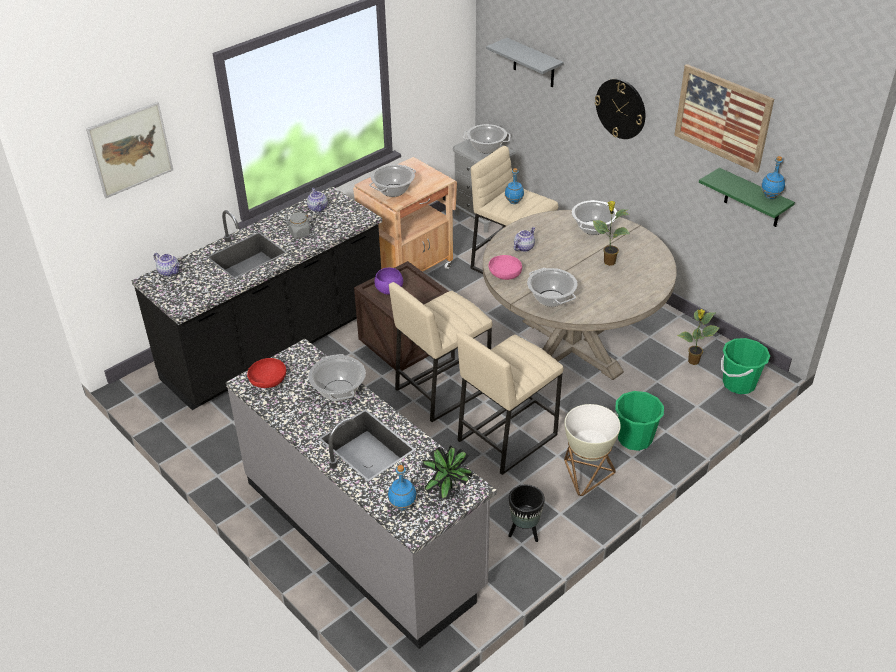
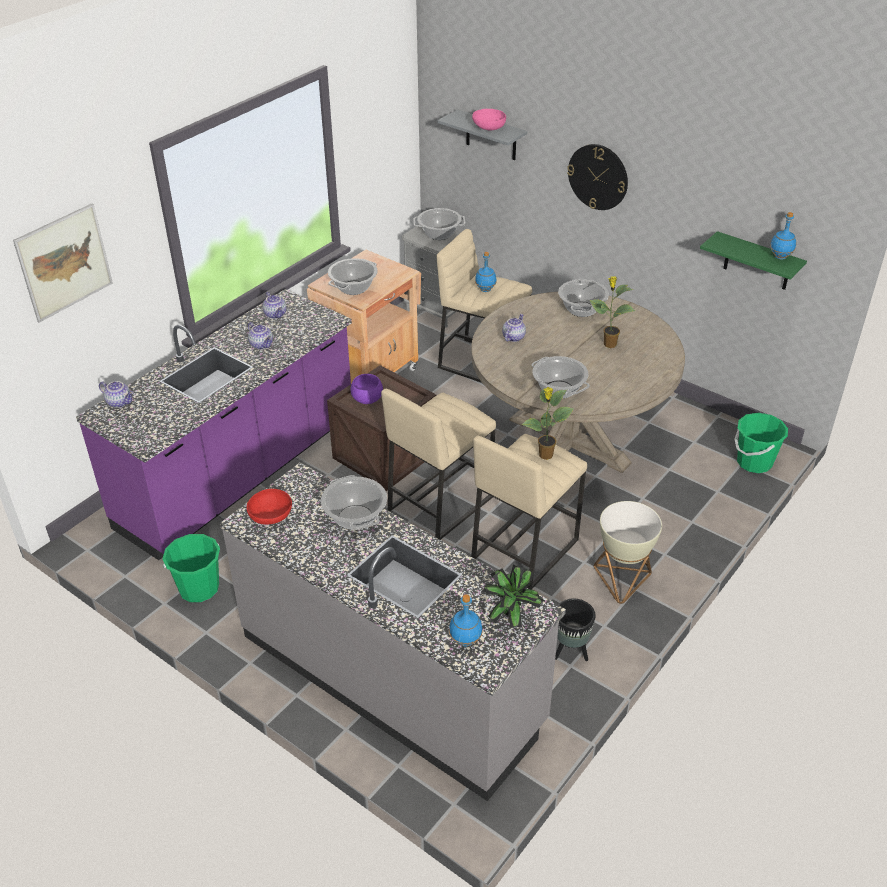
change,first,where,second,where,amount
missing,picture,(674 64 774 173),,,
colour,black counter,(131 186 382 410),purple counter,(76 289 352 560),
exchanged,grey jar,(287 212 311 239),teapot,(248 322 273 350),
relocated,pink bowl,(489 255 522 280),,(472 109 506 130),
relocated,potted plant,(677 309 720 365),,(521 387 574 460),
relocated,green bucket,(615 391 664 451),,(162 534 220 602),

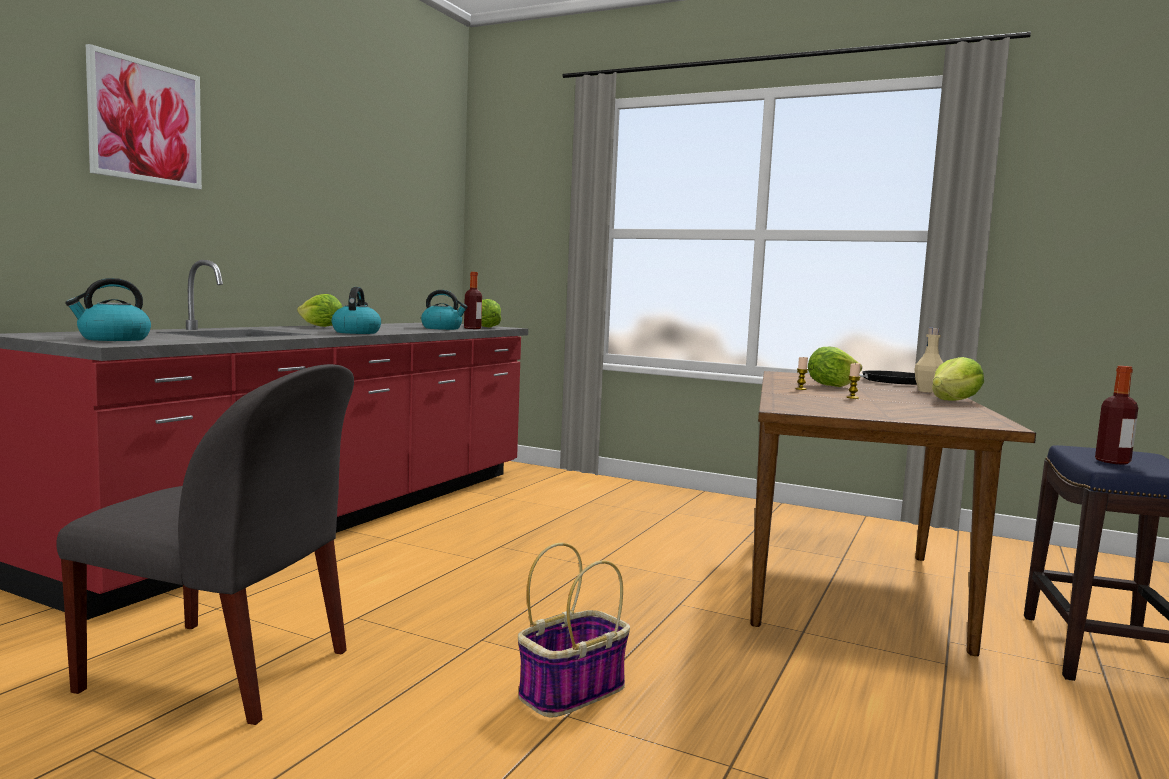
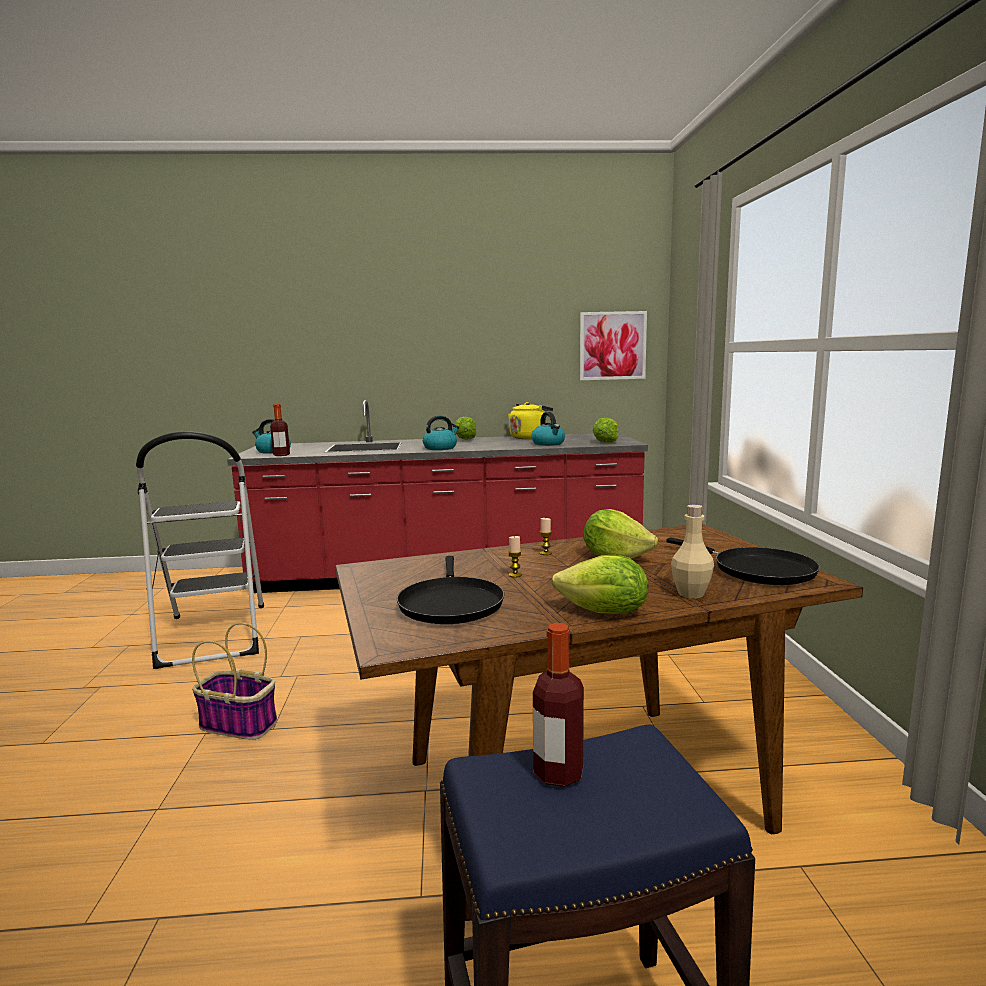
change,first,where,second,where,amount
relocated,picture,(86 44 202 189),,(580 311 647 380),
relocated,bottle,(464 272 482 329),,(270 404 290 456),
exchanged,grey chair,(56 364 354 725),step ladder,(136 431 264 669),
appeared,,,yellow kettle,(508 402 553 439),
appeared,,,black frying pan,(397 556 504 624),

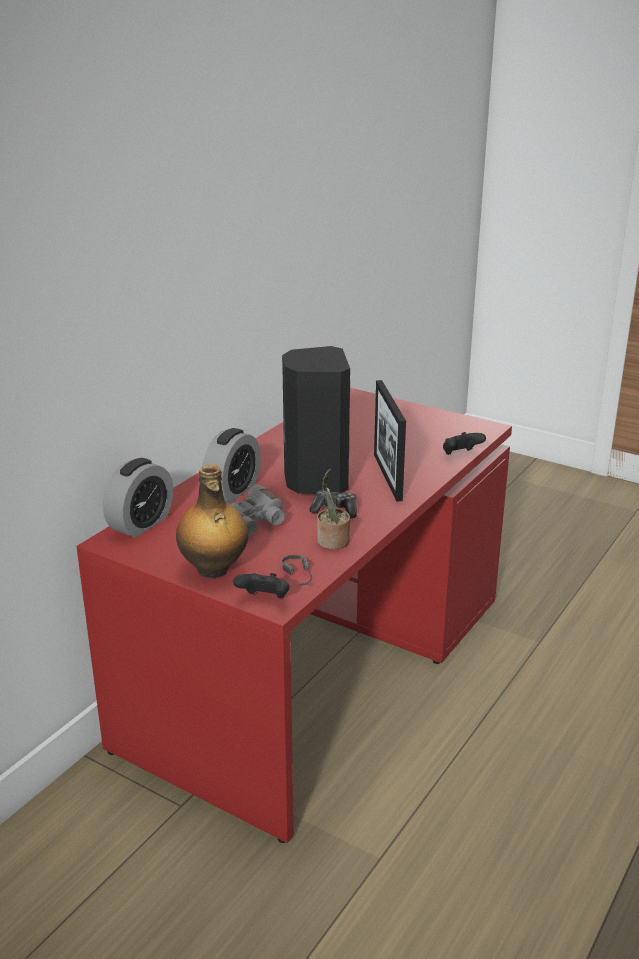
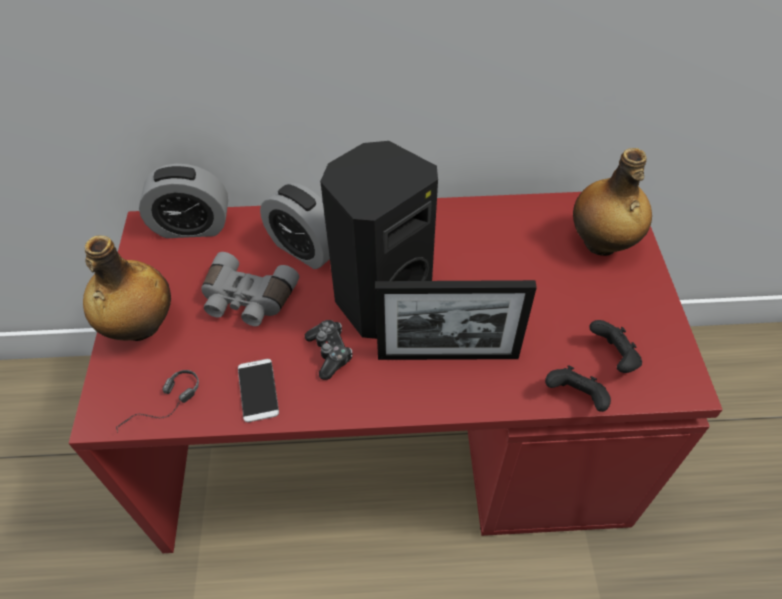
change,first,where,second,where,amount
spun,picture frame,(374 380 406 501),,(375 280 537 360),135 degrees counterclockwise
spun,alarm clock,(202 428 261 503),,(260 183 330 269),45 degrees clockwise
exchanged,potted plant,(317 469 350 549),phone,(238 359 279 422),
relocated,black game controller,(233 573 289 598),,(589 320 642 373),
appeared,,,bottle,(573 148 652 256),

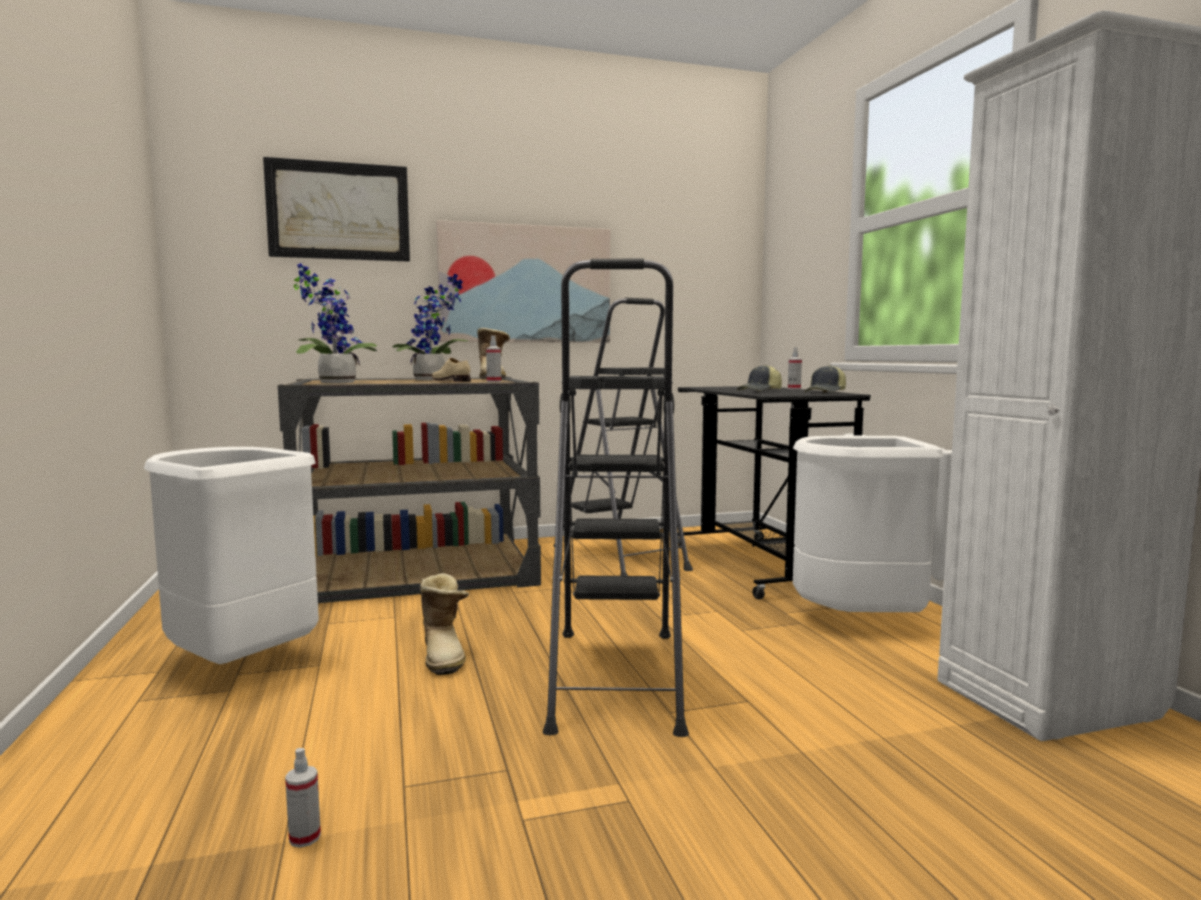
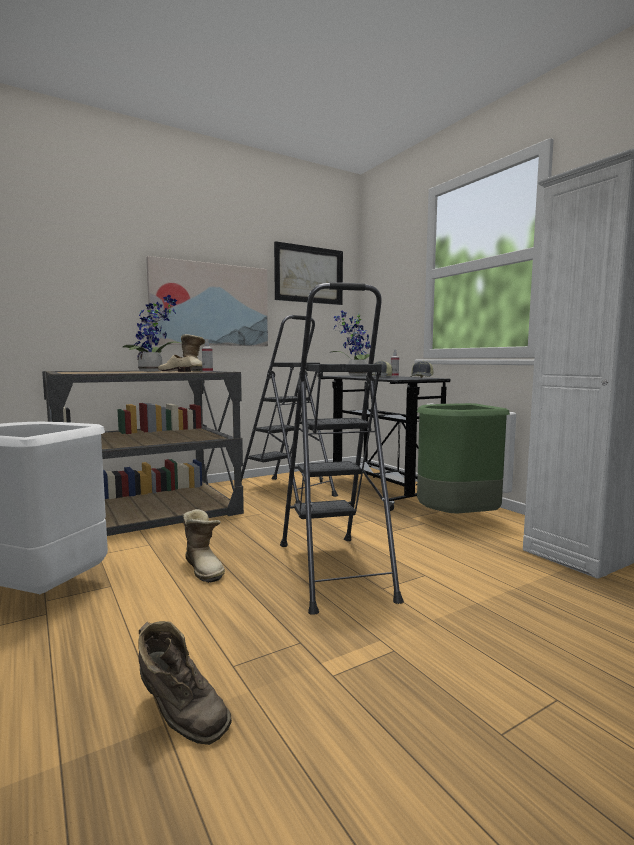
change,first,where,second,where,amount
relocated,picture,(263 157 410 262),,(274 241 343 305),
relocated,potted plant,(294 263 377 384),,(331 310 376 376),
colour,white trash can,(793 436 944 612),green trash can,(417 403 510 514),
exchanged,spray bottle,(285 748 321 848),brown boot,(138 621 232 745),

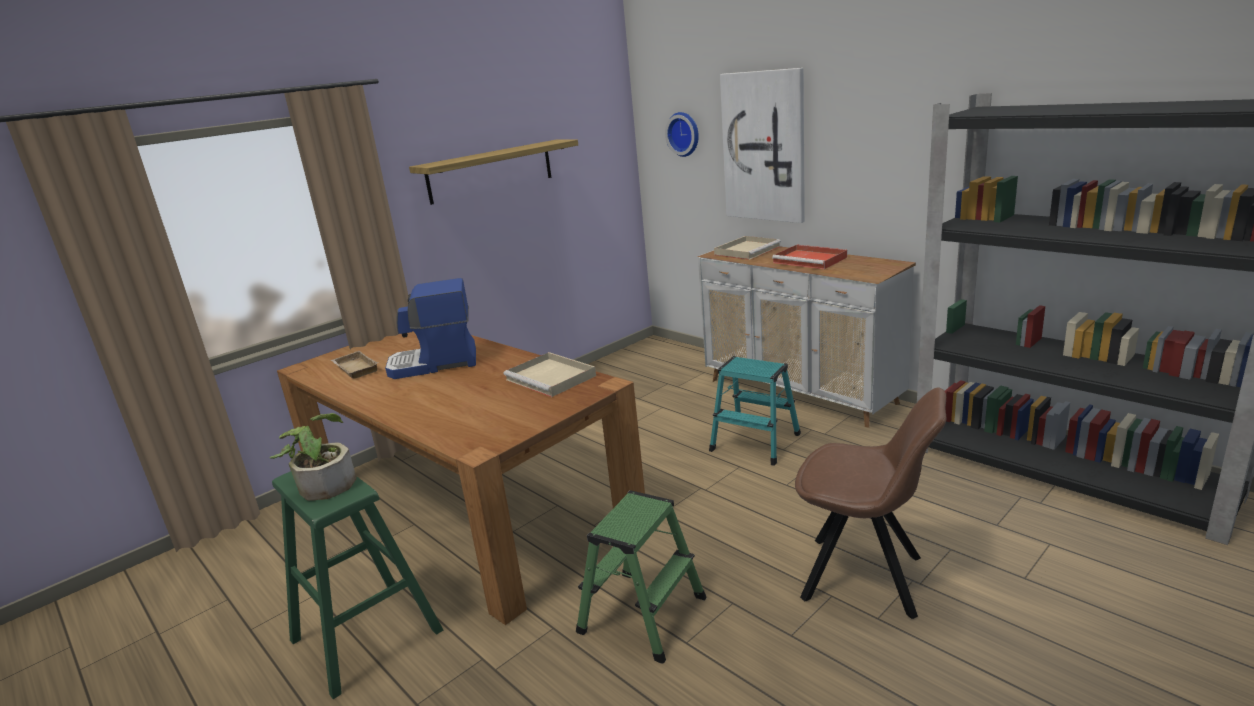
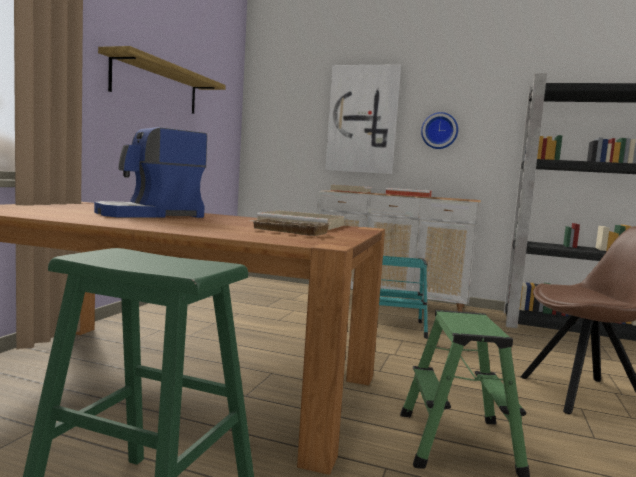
change,first,where,second,where,amount
relocated,wall clock,(665 112 699 157),,(421 112 458 149),
relocated,beige tray,(331 351 379 379),,(250 218 332 236),
missing,potted plant,(269 413 357 501),,,

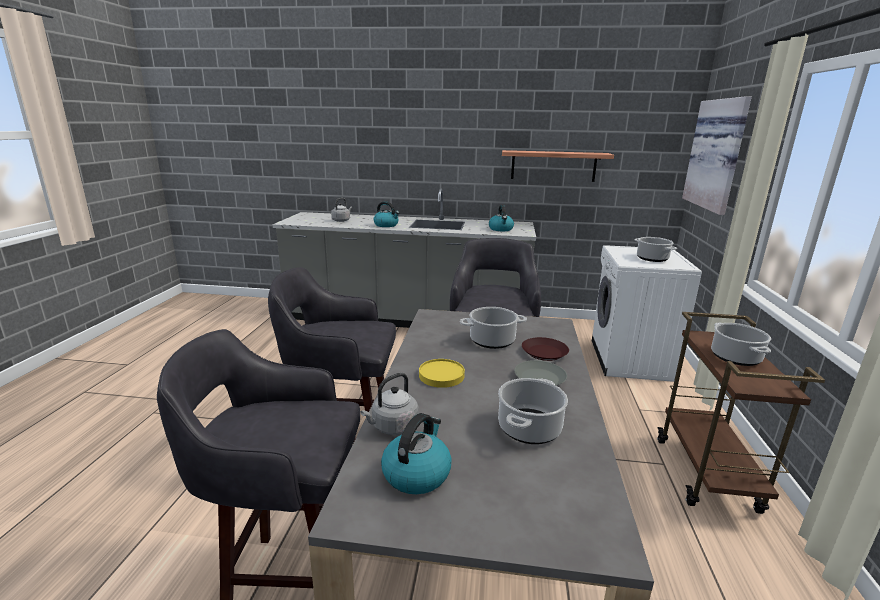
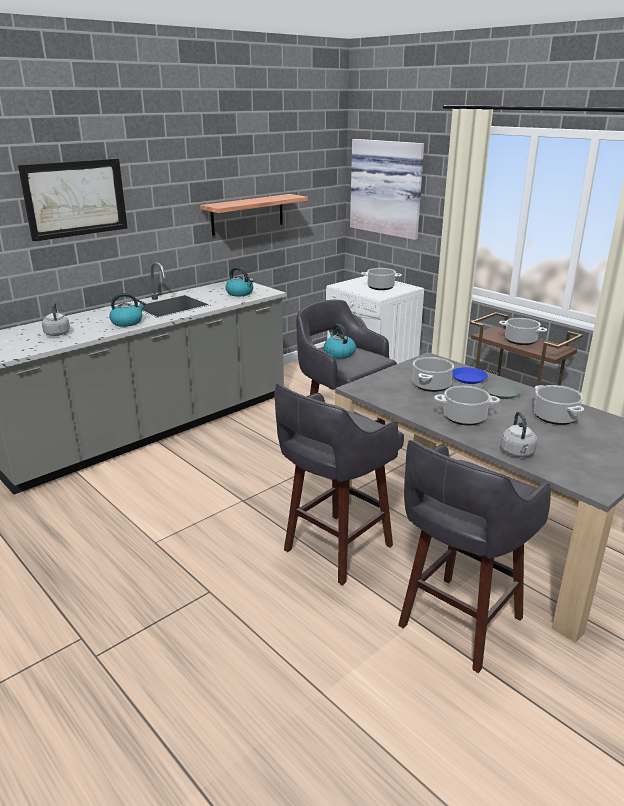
change,first,where,second,where,amount
colour,brown plate,(522 337 569 361),blue plate,(452 367 488 384),
exchanged,yellow plate,(419 359 465 388),cooking pot,(434 386 500 425),
relocated,kettle,(381 413 452 494),,(324 324 356 359),
appeared,,,picture,(18 158 127 242),

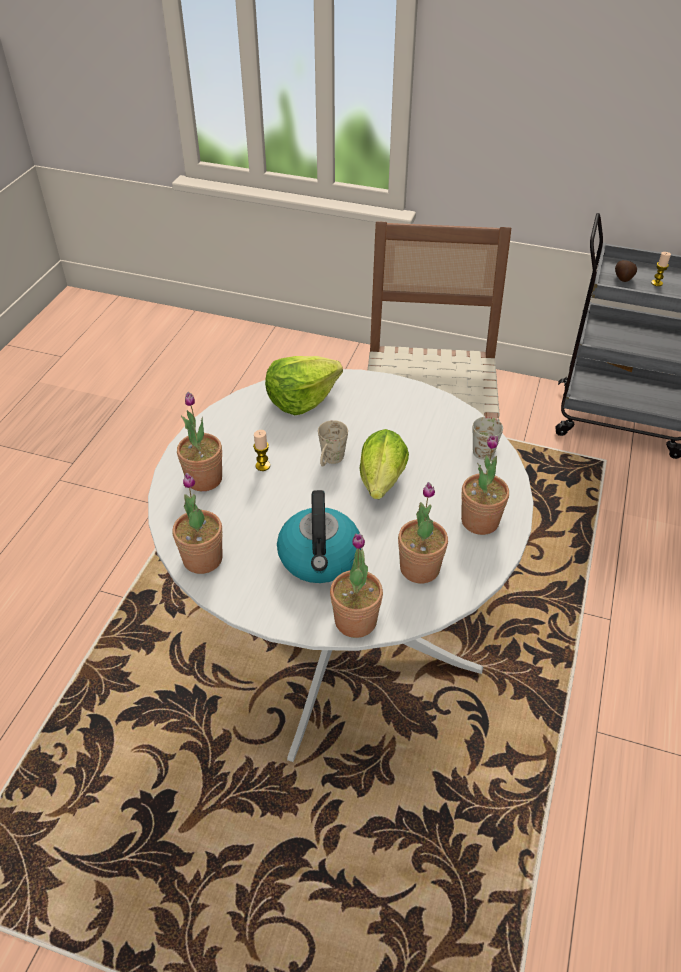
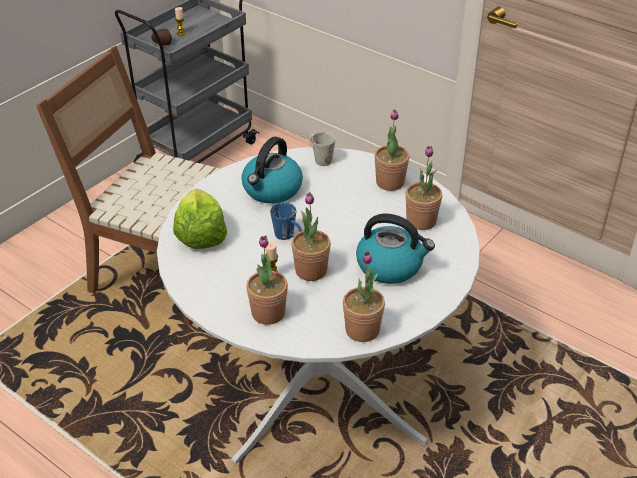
change,first,where,second,where,amount
colour,beige mug,(318 420 348 467),blue mug,(270 202 302 240),
missing,lettuce,(360 429 409 499),,,
relocated,potted plant,(330 533 383 638),,(291 192 331 281),
appeared,,,kettle,(241 137 303 204),

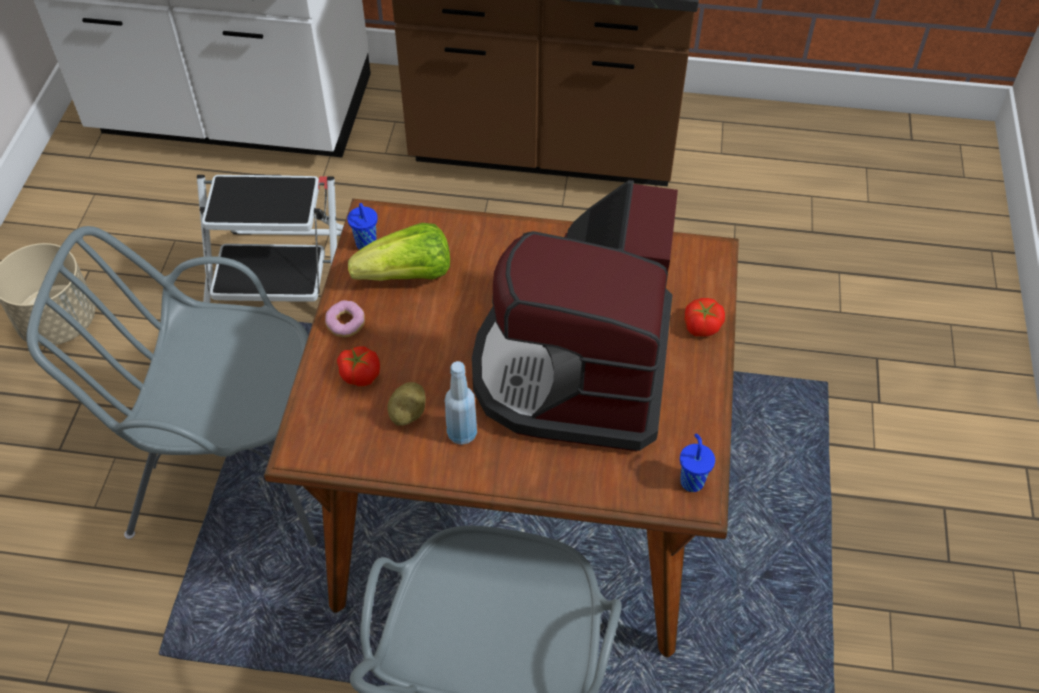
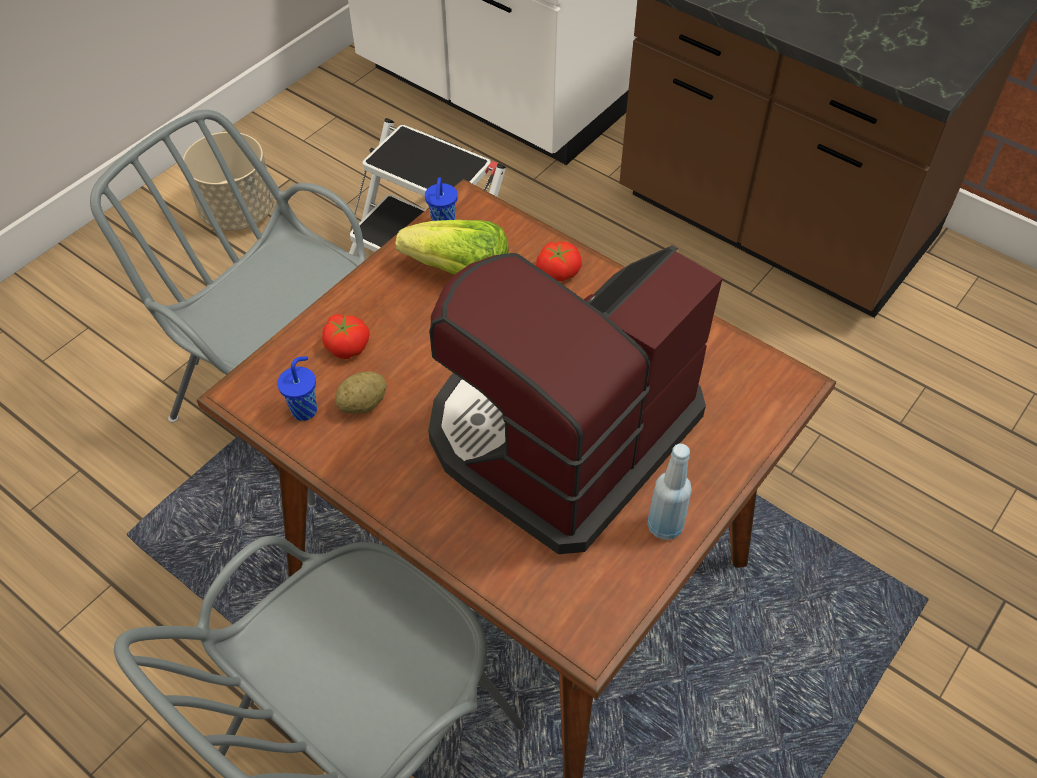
change,first,where,second,where,amount
relocated,tomato,(685 298 725 337),,(536 242 582 281),
missing,donut,(325 300 365 338),,,
relocated,blue bottle,(445 361 477 445),,(647 444 692 540),
relocated,blue cup,(680 433 715 492),,(277 356 317 421),

